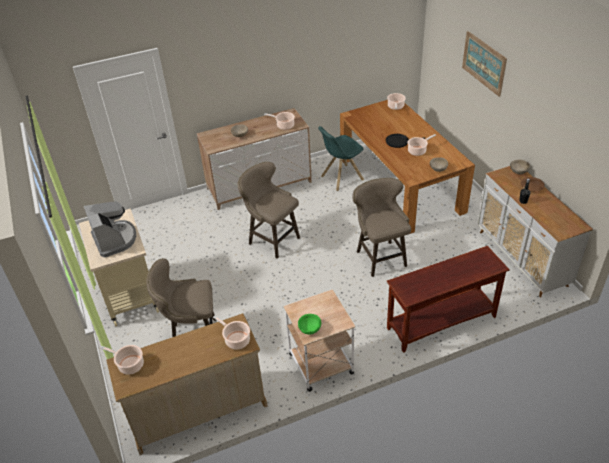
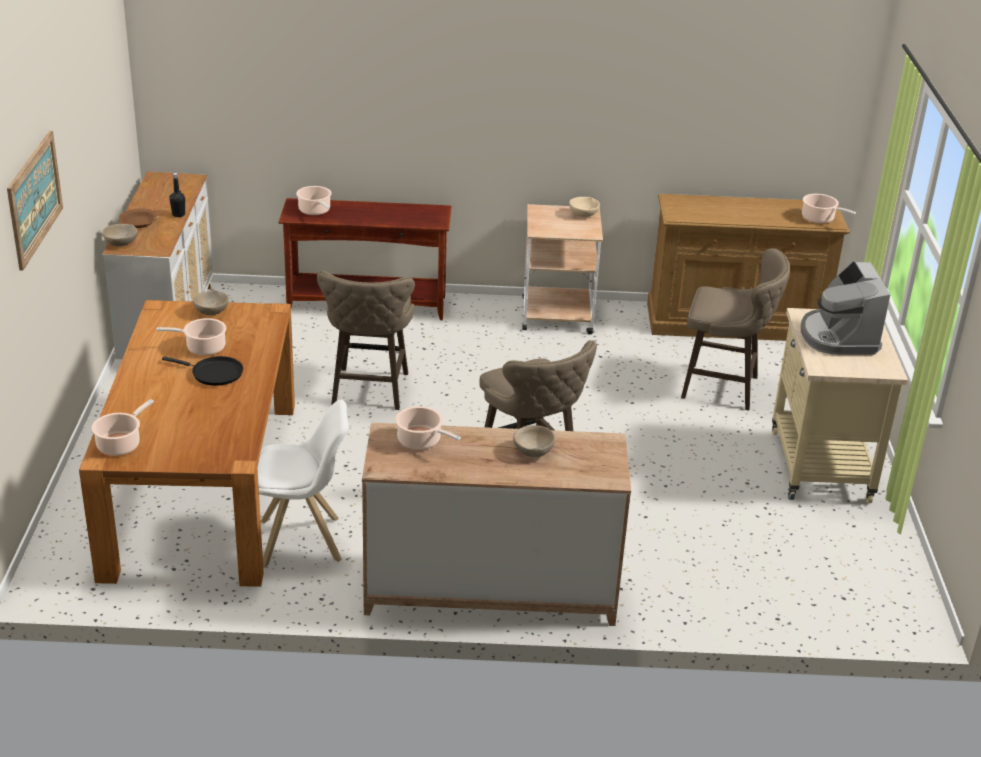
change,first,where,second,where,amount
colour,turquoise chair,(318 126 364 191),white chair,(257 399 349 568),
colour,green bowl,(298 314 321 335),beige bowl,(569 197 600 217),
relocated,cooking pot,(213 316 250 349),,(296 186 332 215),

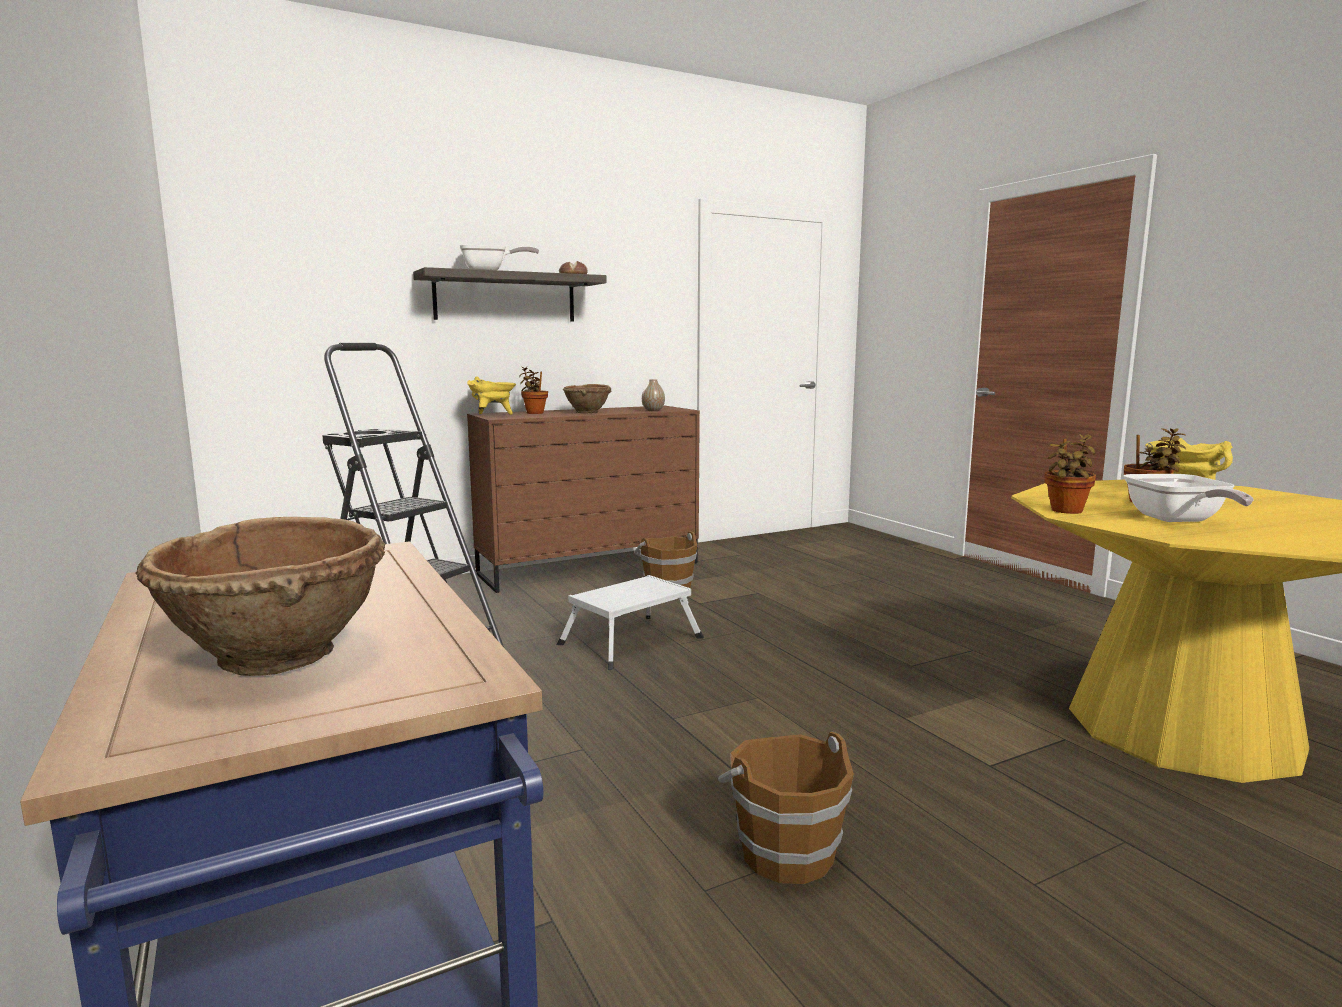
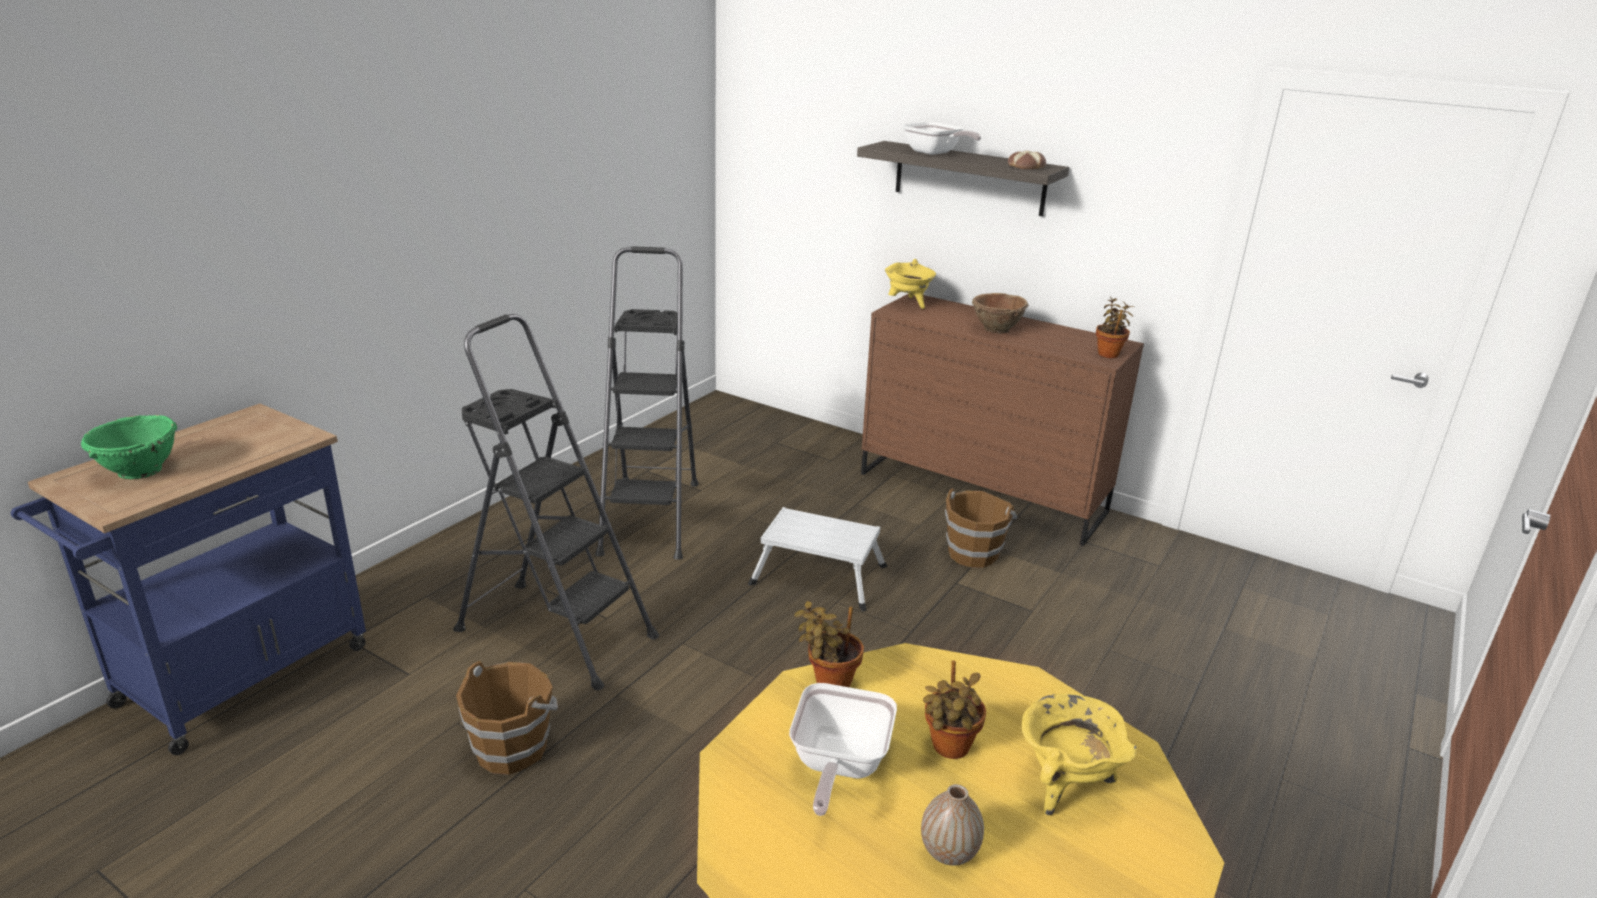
change,first,where,second,where,amount
relocated,potted plant,(519 367 548 414),,(1096 297 1134 358),
relocated,vase,(642 379 665 411),,(921 784 984 866),
spun,frying pan,(1124 474 1254 522),,(789 683 897 816),45 degrees counterclockwise
colour,brown bowl,(135 517 385 676),green bowl,(81 415 178 479),
appeared,,,step ladder,(453 314 659 690),

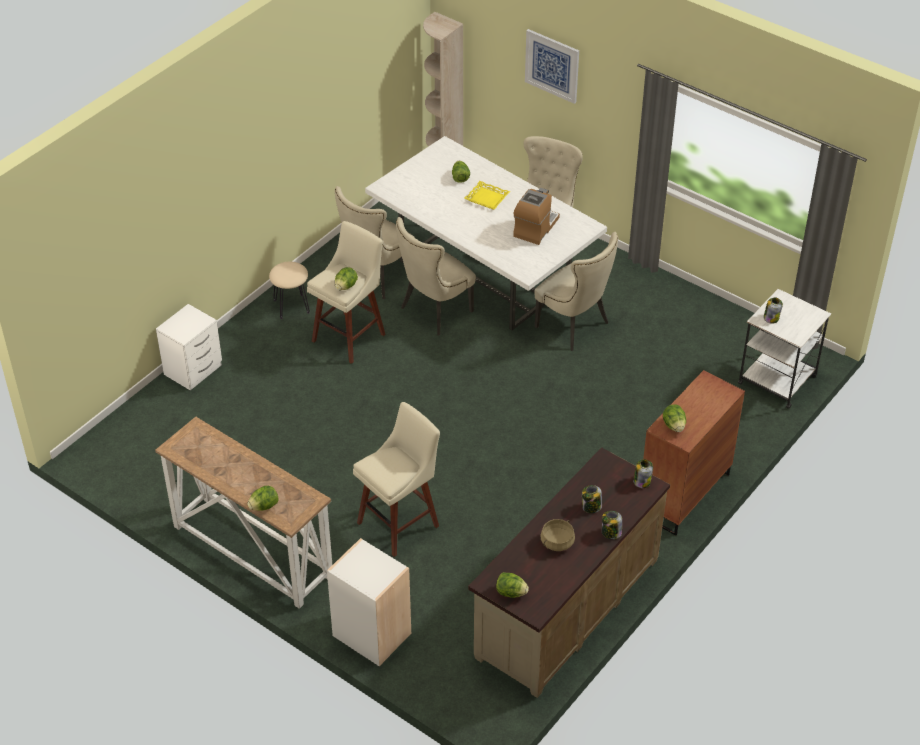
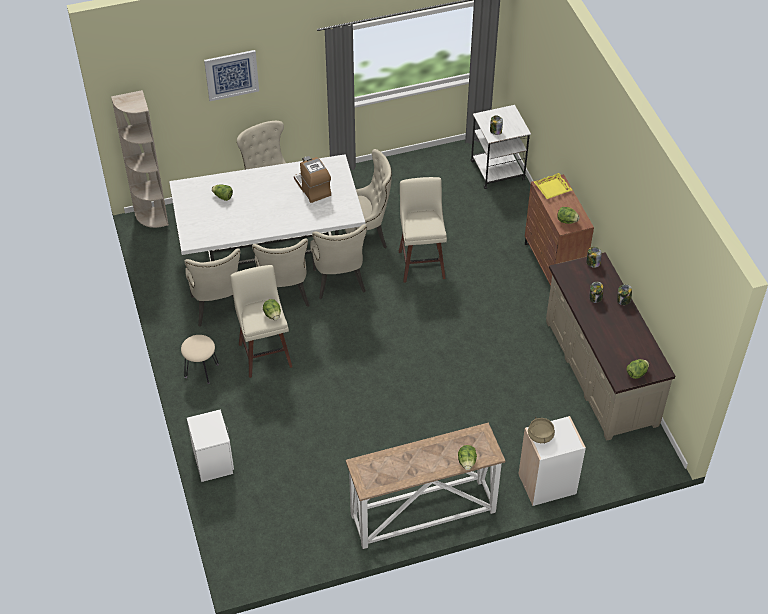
change,first,where,second,where,amount
relocated,yellow tray,(464 181 510 209),,(534 173 572 199),
relocated,beige stool,(353 402 440 557),,(399 177 447 282),
relocated,beige cooking pot,(540 519 575 551),,(528 417 555 444),
appeared,,,beige chair,(310 224 367 299),

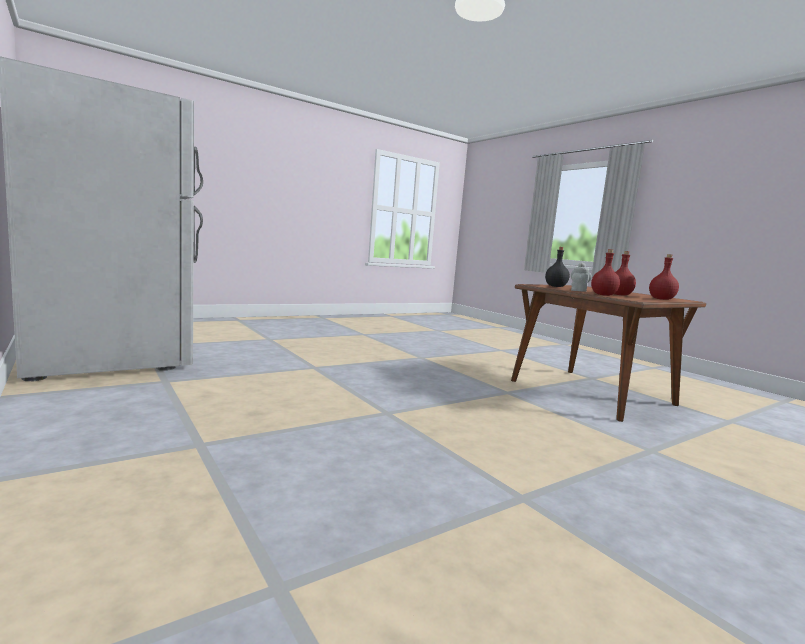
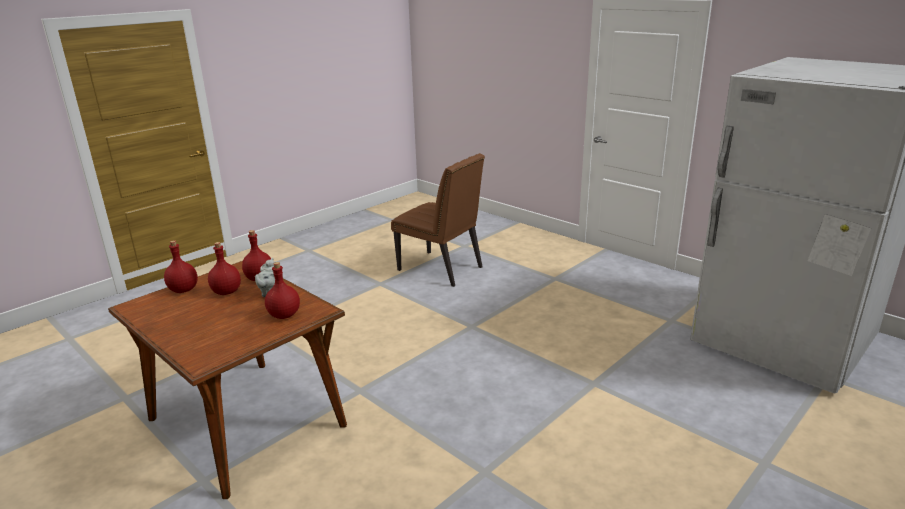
change,first,where,second,where,amount
colour,black bottle,(545 247 569 287),red bottle,(265 262 300 319),
appeared,,,brown chair,(391 153 485 287),

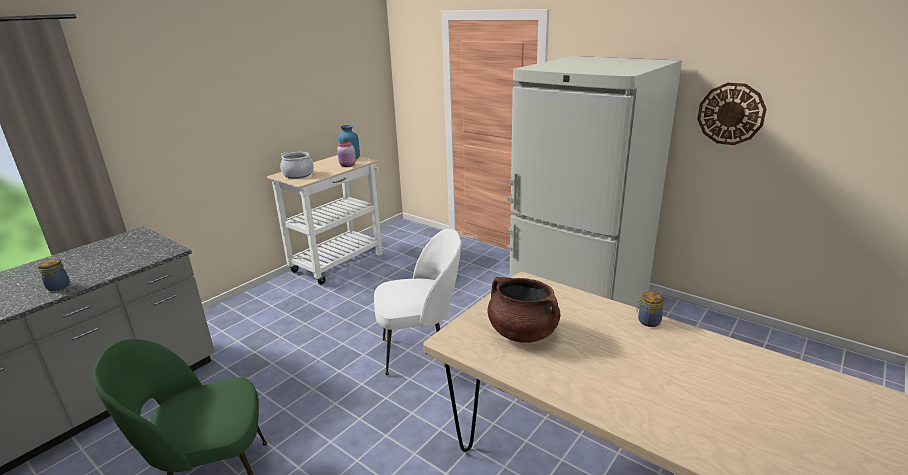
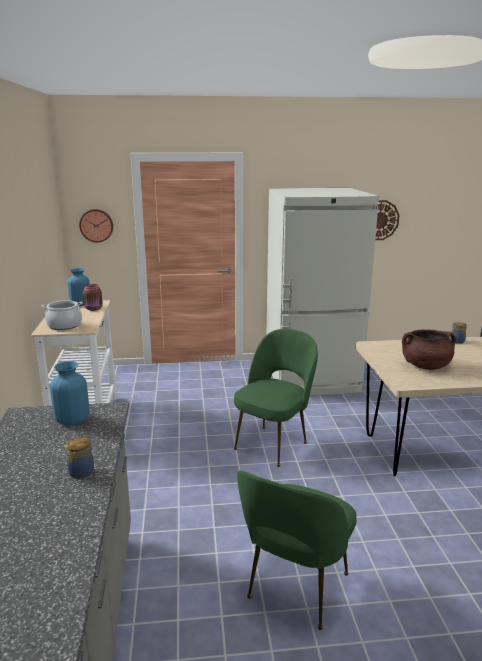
change,first,where,second,where,amount
colour,pink jar,(337 142 356 167),brown jar,(83 284 103 311),
colour,white chair,(374 229 461 375),green chair,(234 329 318 467),
appeared,,,wall clock,(79 209 113 243),
appeared,,,blue vase,(50 361 89 425),

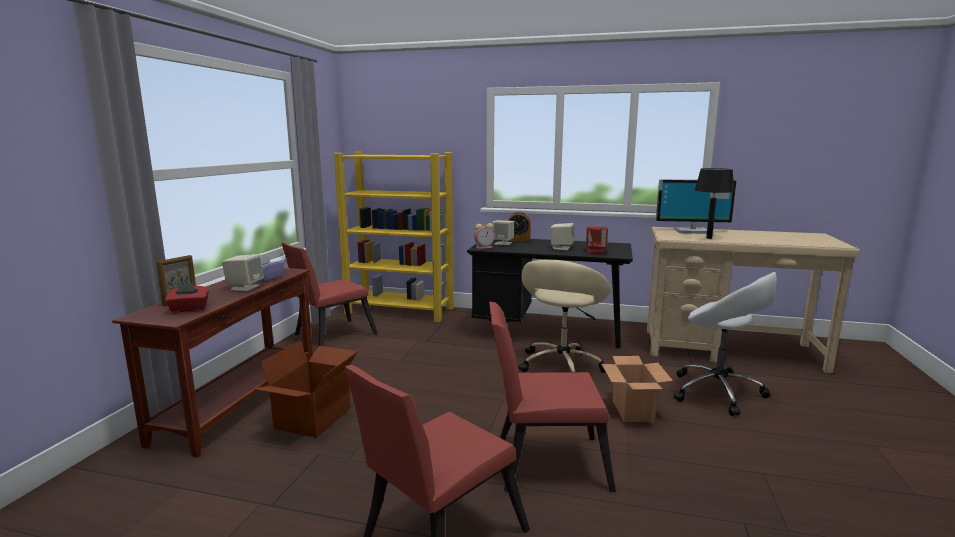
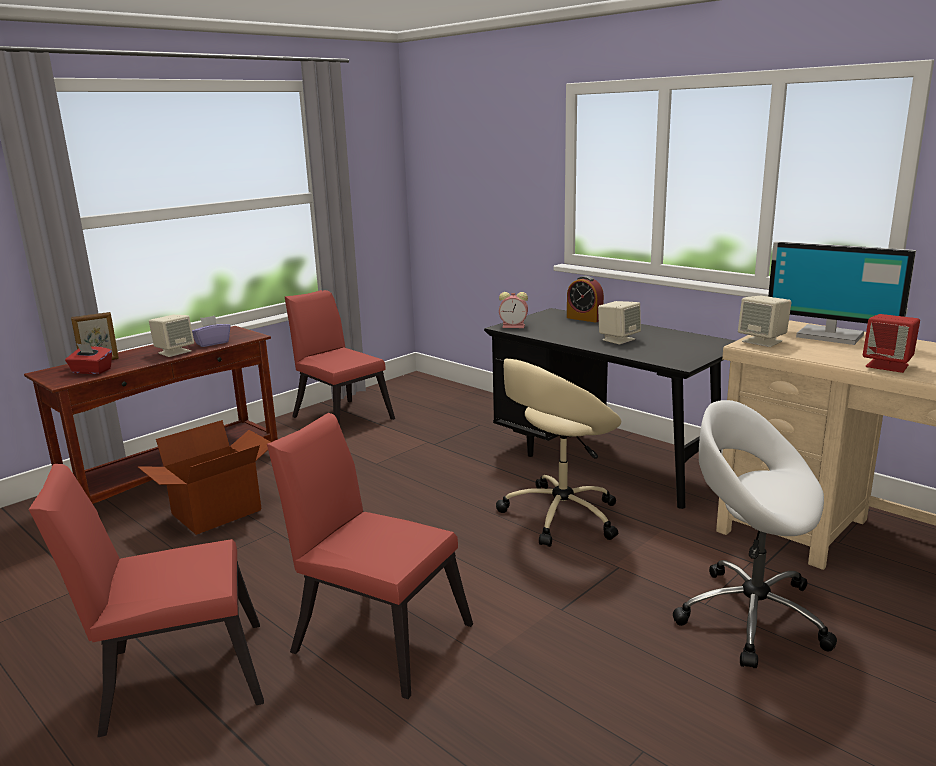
change,first,where,second,where,amount
missing,yellow bookcase,(334 152 454 322),,,
missing,black table lamp,(695 168 734 239),,,
relocated,beige speaker,(492 220 514 245),,(738 296 791 347),
relocated,red speaker,(586 226 608 253),,(863 314 920 373),
spun,red chair,(282 242 378 346),,(285 290 395 425),60 degrees clockwise
spun,white office chair,(674 272 777 416),,(673 400 837 668),135 degrees clockwise
missing,cardboard box,(601 356 673 422),,,

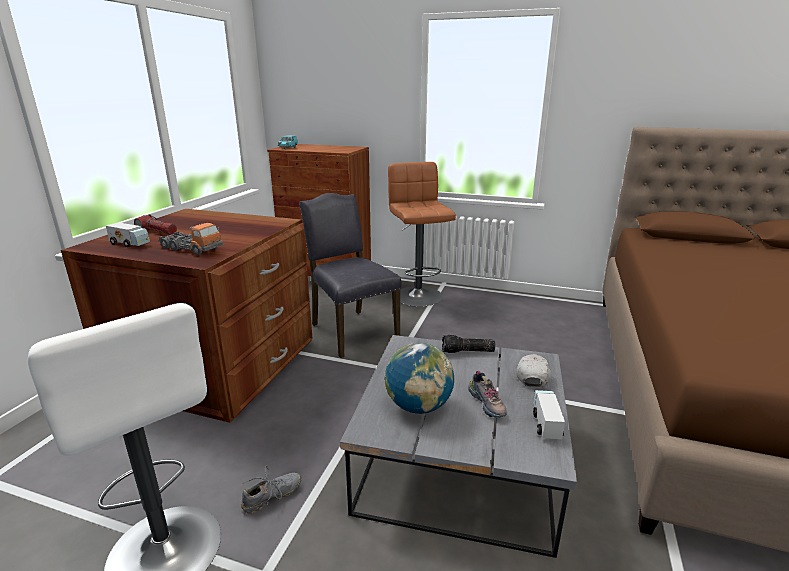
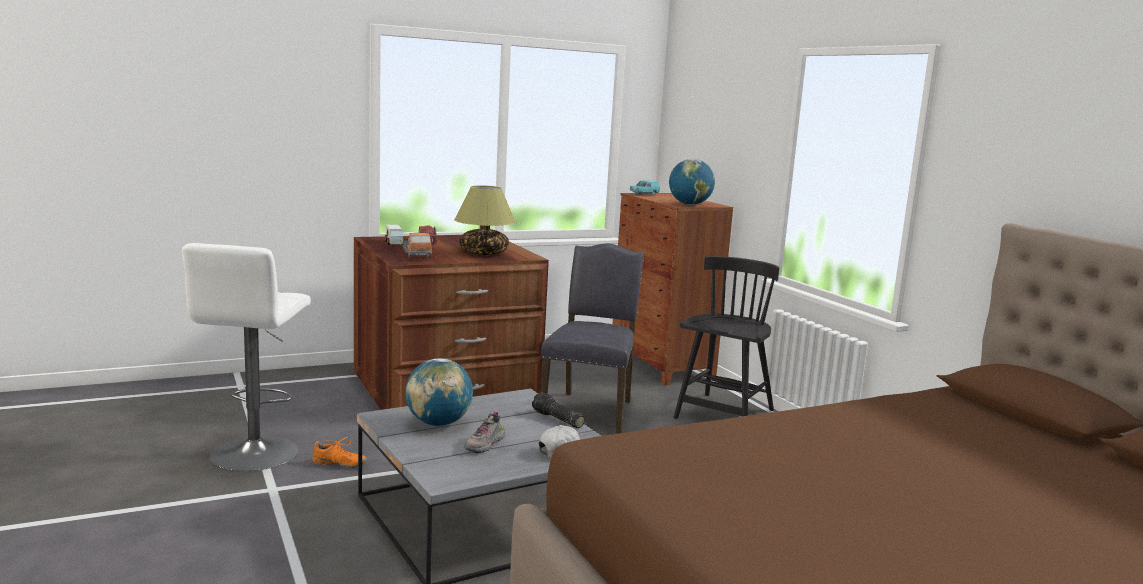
change,first,where,second,where,amount
exchanged,brown stool,(388 162 456 307),black chair,(673 256 780 419),
missing,toy truck,(533 390 565 439),,,
colour,grey shoe,(241 465 301 513),orange shoe,(312 437 367 468),
appeared,,,globe,(669 159 715 205),
appeared,,,table lamp,(454 186 516 255),

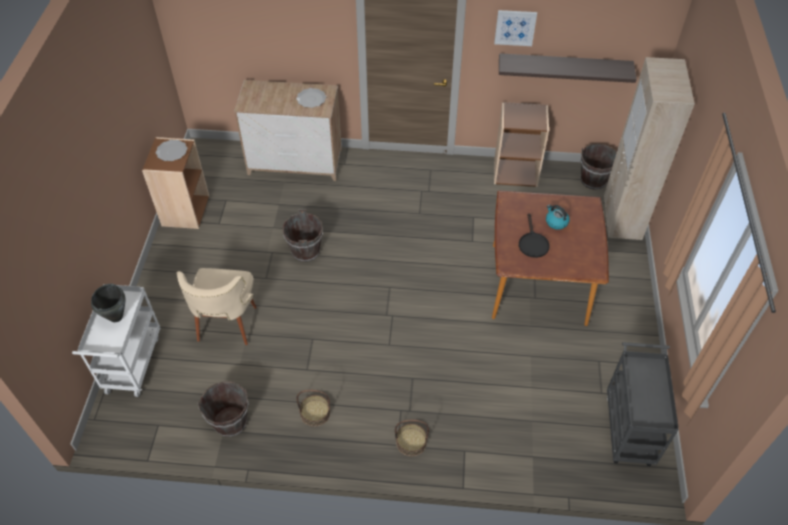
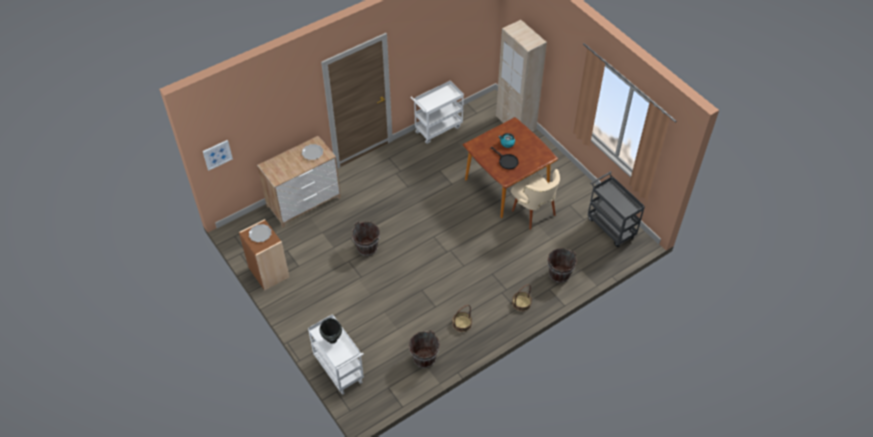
change,first,where,second,where,amount
relocated,picture,(494 10 537 46),,(203 140 233 170),
missing,shelf,(499 53 637 83),,,
exchanged,brown bookcase,(494 102 549 187),white cart,(410 81 464 144),
relocated,brown bucket,(580 144 617 190),,(547 248 577 283),
relocated,beige chair,(177 268 257 345),,(511 169 560 230),

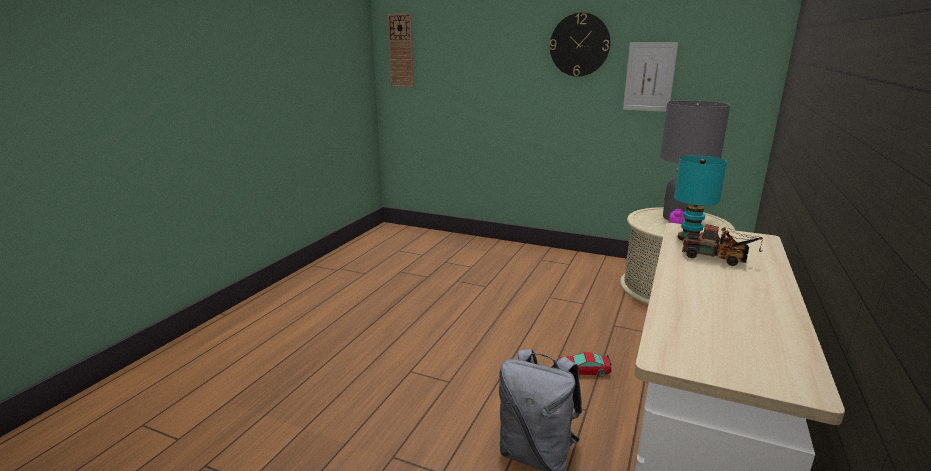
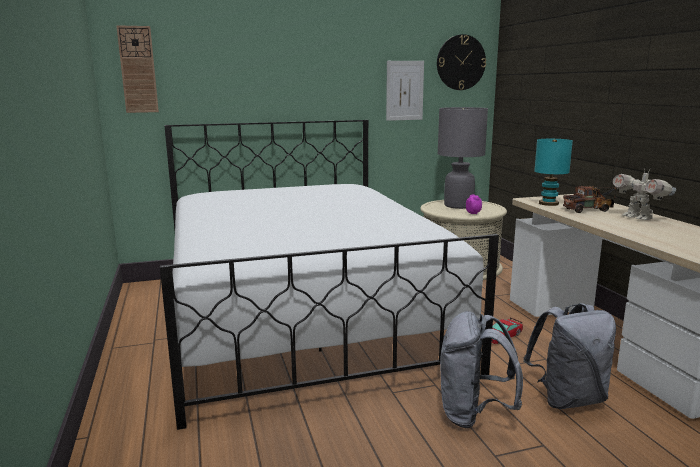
change,first,where,second,where,amount
relocated,wall clock,(550 12 610 77),,(437 34 486 90),
appeared,,,white bed,(160 120 499 430),
appeared,,,toy robot,(613 170 676 220),
appeared,,,grey backpack,(440 311 523 428),

